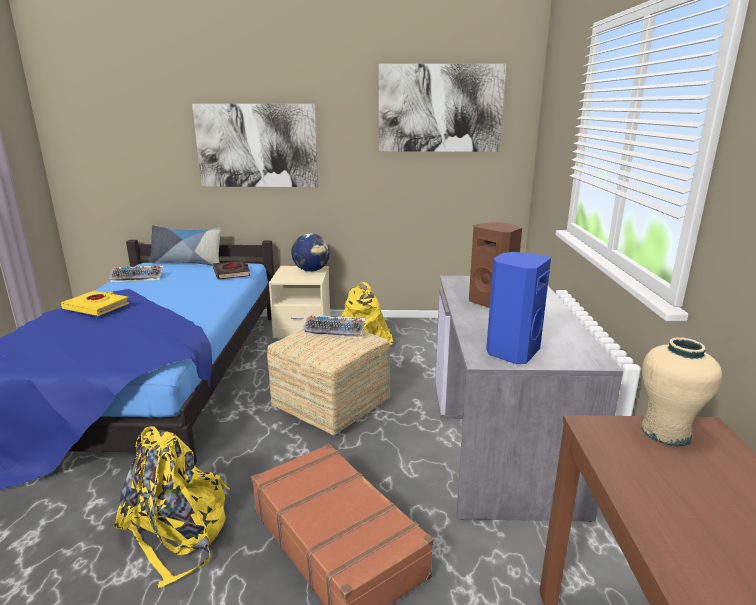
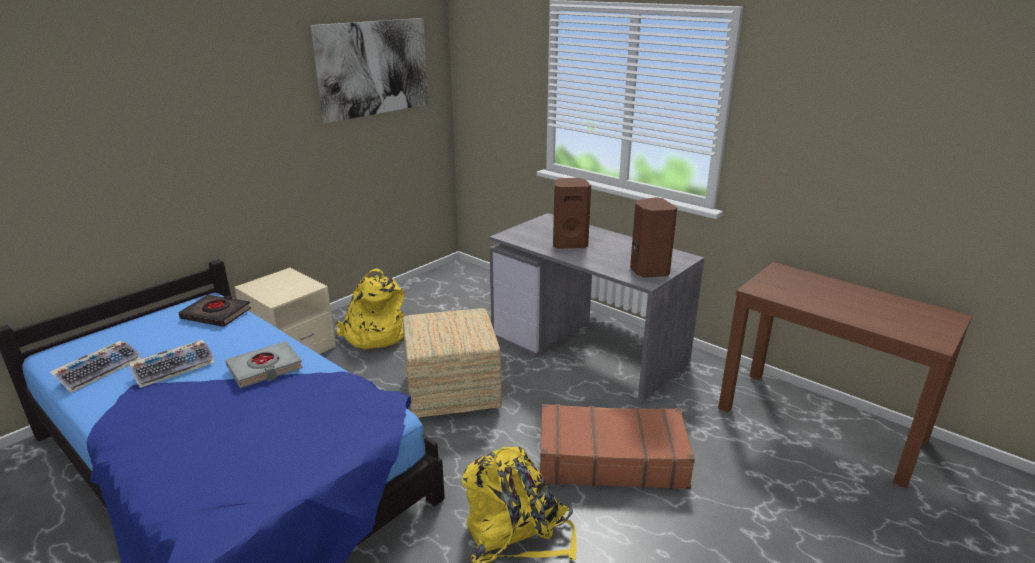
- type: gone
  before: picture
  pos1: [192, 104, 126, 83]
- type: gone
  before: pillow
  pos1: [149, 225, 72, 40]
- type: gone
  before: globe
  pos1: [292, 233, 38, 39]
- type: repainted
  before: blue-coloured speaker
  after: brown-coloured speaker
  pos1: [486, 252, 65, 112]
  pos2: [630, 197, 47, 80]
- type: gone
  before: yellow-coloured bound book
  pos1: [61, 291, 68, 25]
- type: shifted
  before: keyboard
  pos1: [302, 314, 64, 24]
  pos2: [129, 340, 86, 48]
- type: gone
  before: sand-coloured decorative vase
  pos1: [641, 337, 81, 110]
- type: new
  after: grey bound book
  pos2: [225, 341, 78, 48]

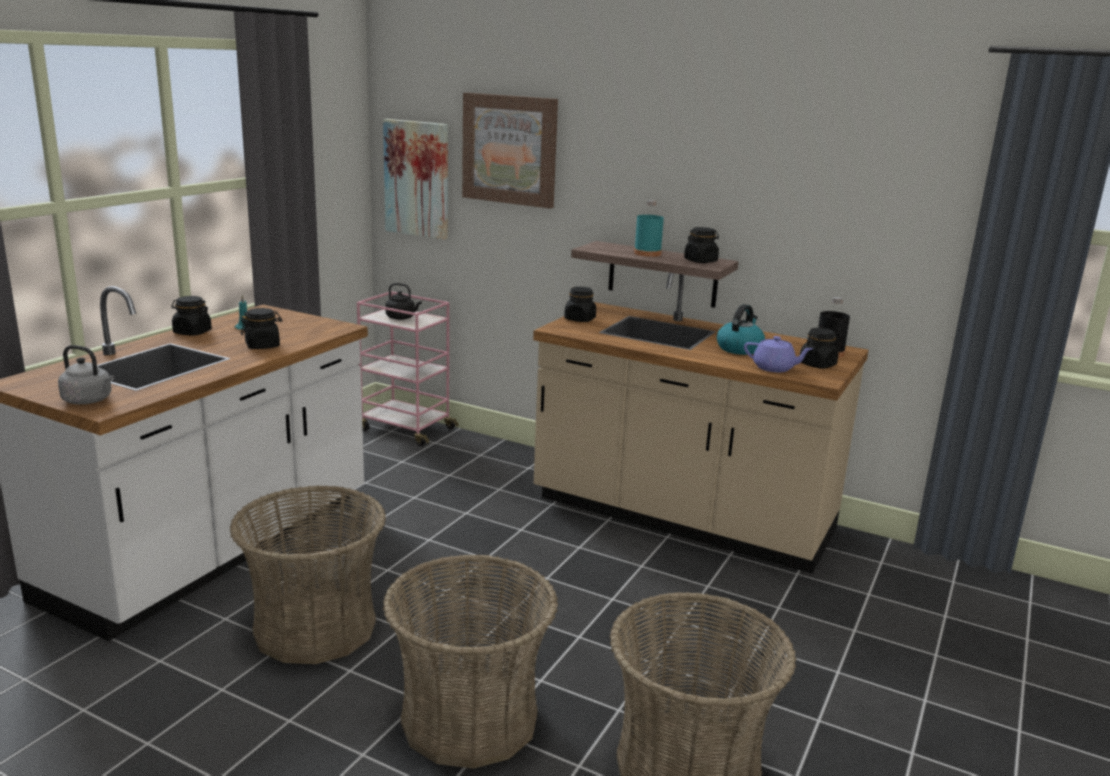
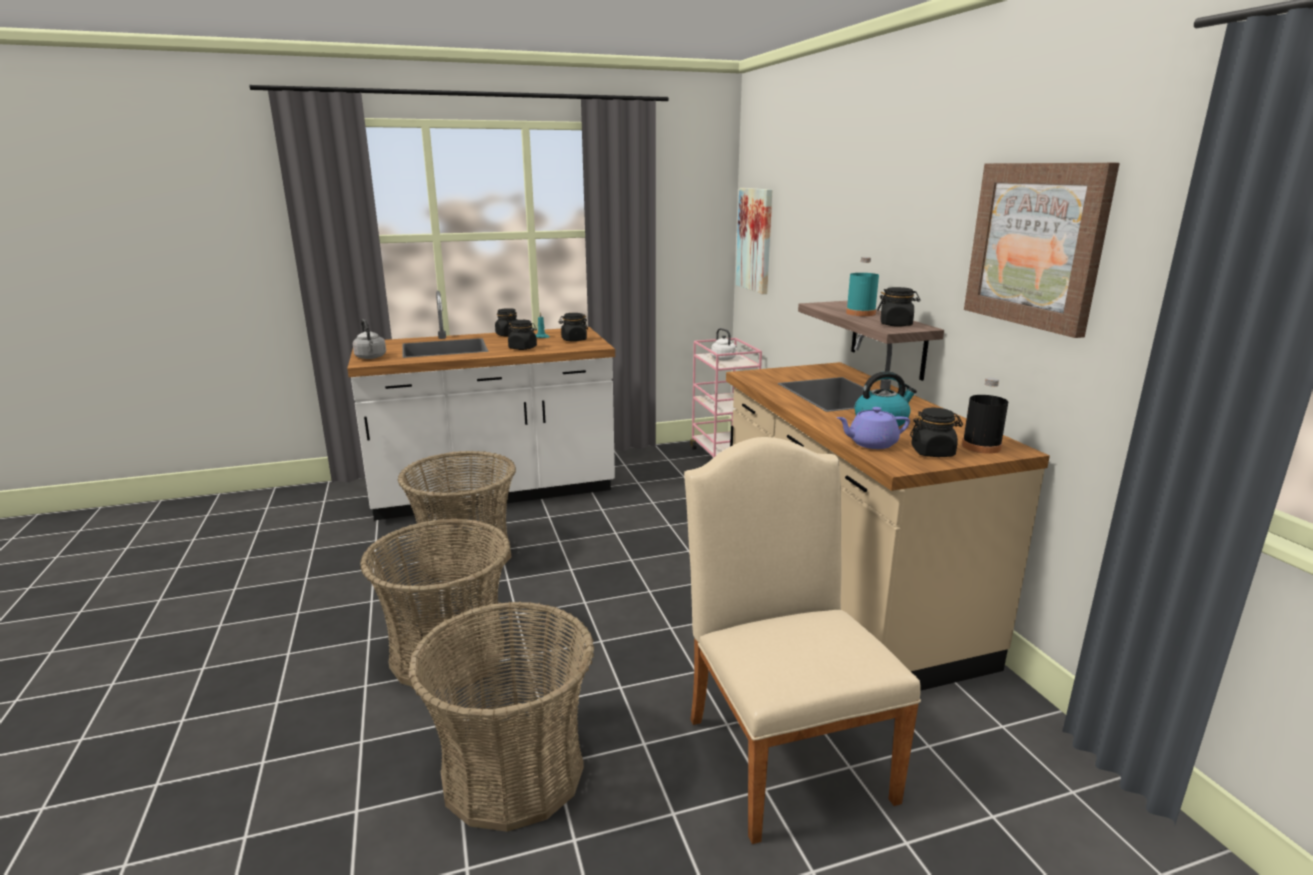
- type: shifted
  before: picture
  pos1: [462, 93, 96, 116]
  pos2: [964, 163, 156, 175]
- type: repainted
  before: black tea kettle
  after: white-coloured tea kettle
  pos1: [385, 283, 37, 37]
  pos2: [711, 328, 26, 32]
- type: shifted
  before: black jar
  pos1: [564, 287, 32, 35]
  pos2: [559, 313, 29, 29]
- type: rotated
  before: purplish teapot
  pos1: [744, 336, 69, 36]
  pos2: [836, 407, 74, 42]
  turn: 105
- type: new
  after: sand-coloured chair
  pos2: [684, 437, 237, 407]

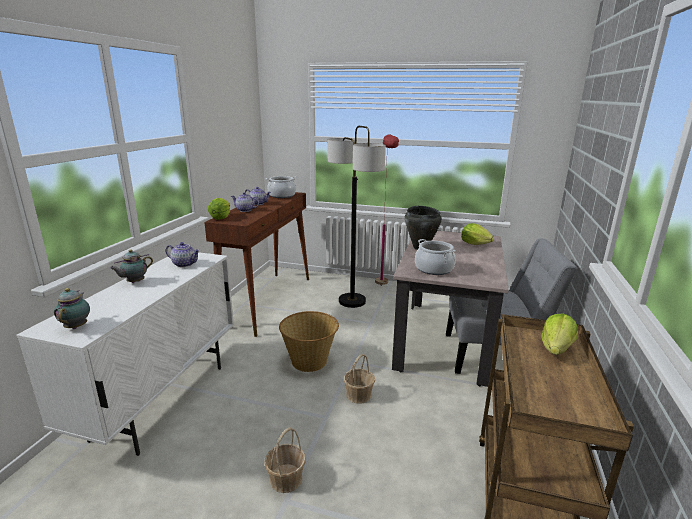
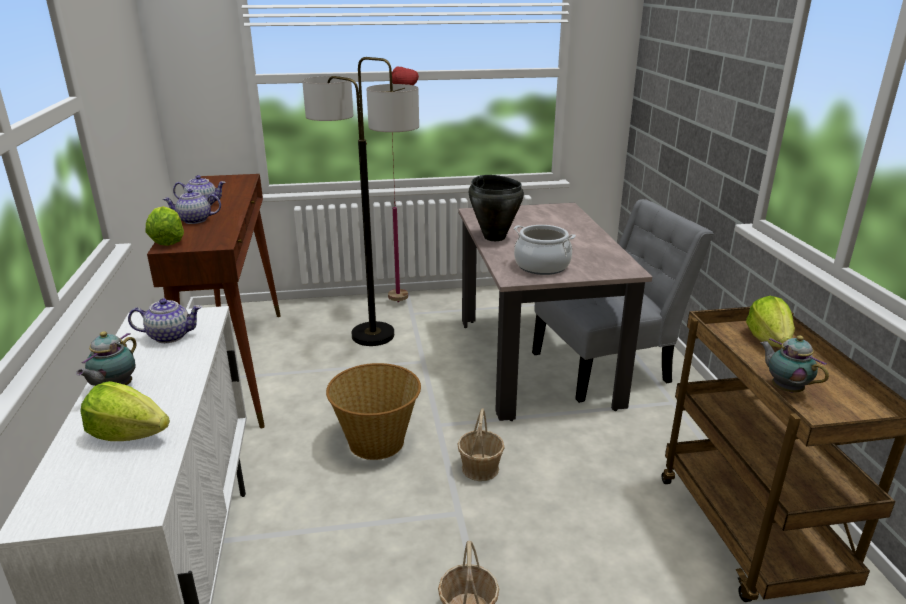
- type: gone
  before: stockpot
  pos1: [266, 176, 31, 22]
- type: shifted
  before: lettuce head
  pos1: [461, 223, 33, 22]
  pos2: [80, 381, 90, 60]
- type: shifted
  before: teapot
  pos1: [54, 288, 36, 41]
  pos2: [760, 335, 69, 58]

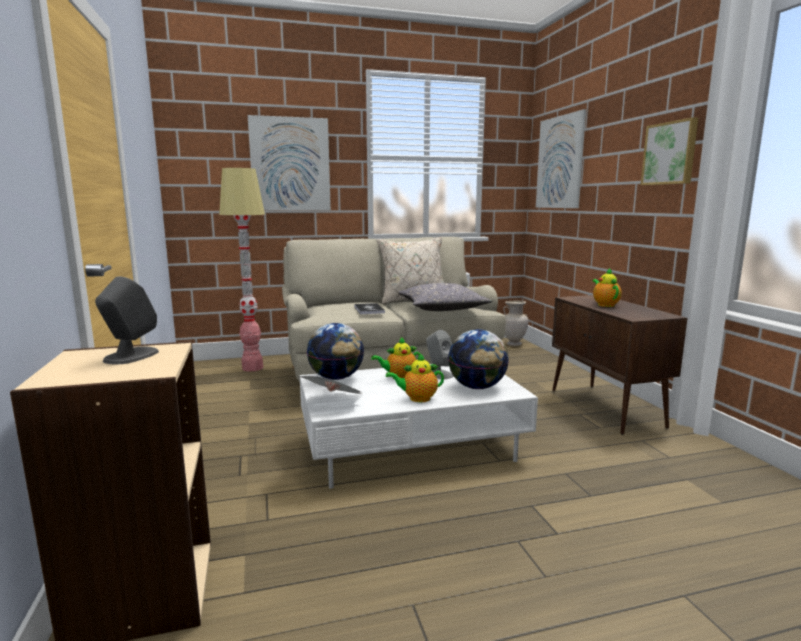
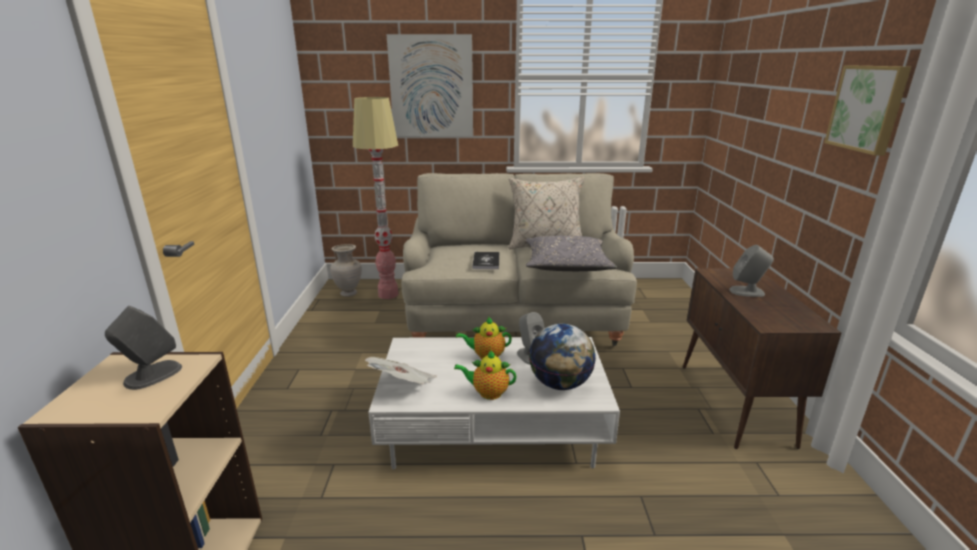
- type: gone
  before: picture
  pos1: [536, 109, 50, 99]
- type: swapped
  before: teapot
  after: grey speaker
  pos1: [593, 268, 29, 39]
  pos2: [729, 245, 45, 52]
- type: shifted
  before: sand-coloured decorative vase
  pos1: [503, 301, 26, 45]
  pos2: [330, 244, 32, 53]
- type: gone
  before: globe
  pos1: [307, 323, 57, 57]

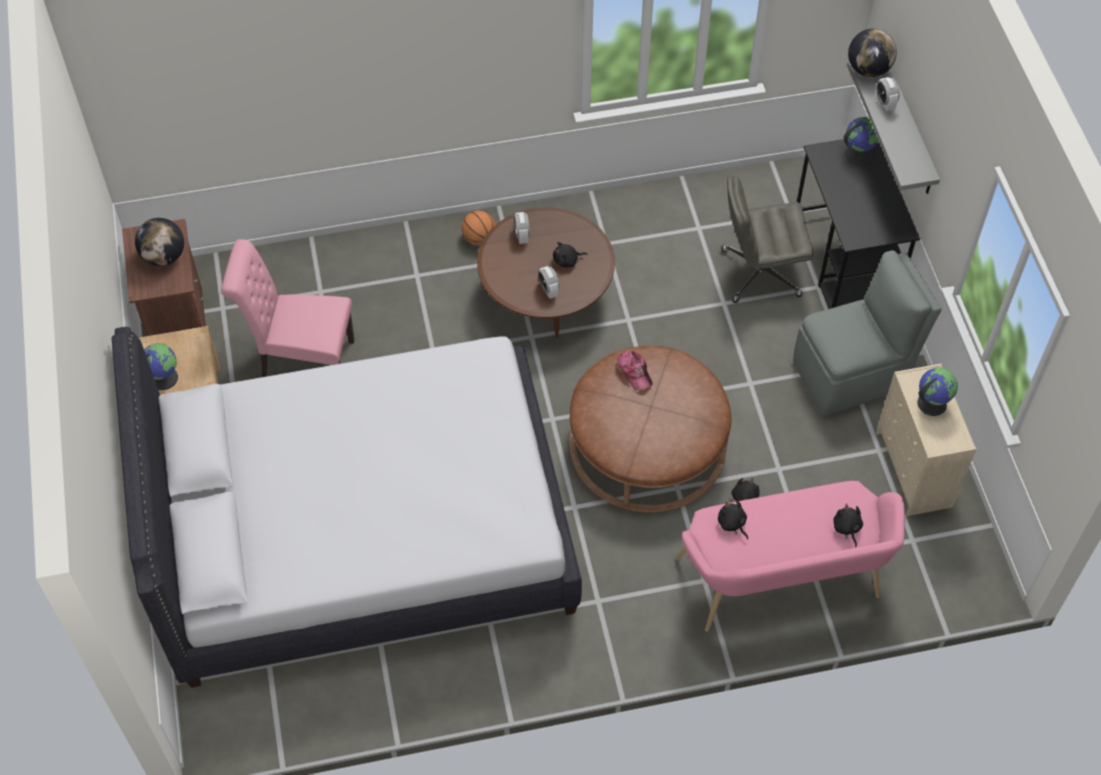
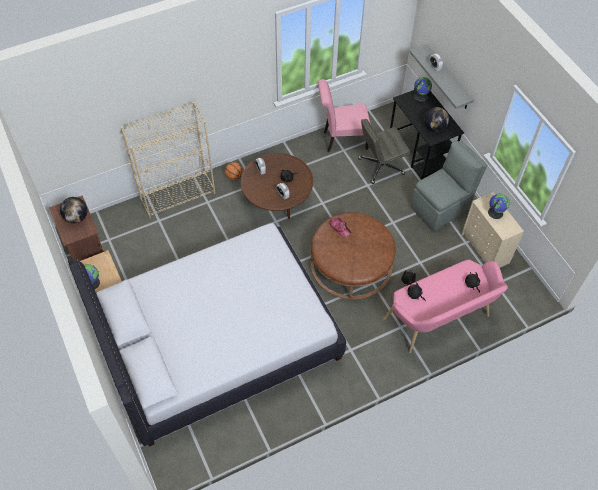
- type: shifted
  before: globe
  pos1: [848, 28, 49, 49]
  pos2: [424, 107, 25, 25]
- type: shifted
  before: pink chair
  pos1: [221, 239, 134, 138]
  pos2: [318, 79, 52, 73]
- type: new
  after: sand-coloured bookshelf
  pos2: [121, 102, 94, 116]

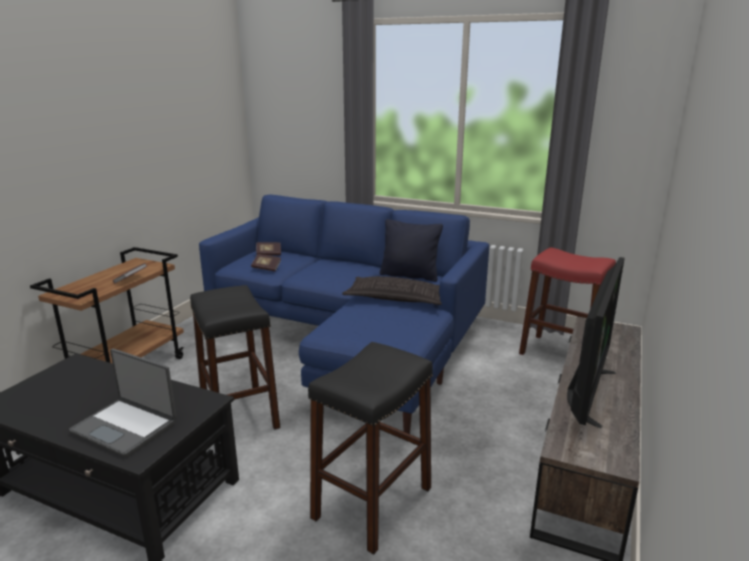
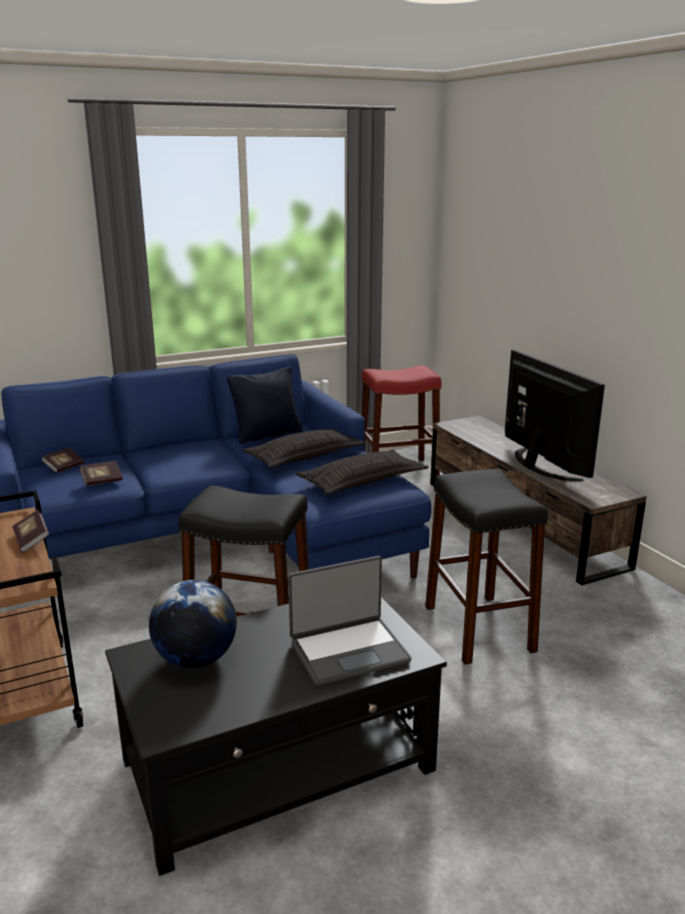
- type: new
  after: pillow
  pos2: [296, 449, 132, 46]
- type: new
  after: globe
  pos2: [149, 580, 88, 88]

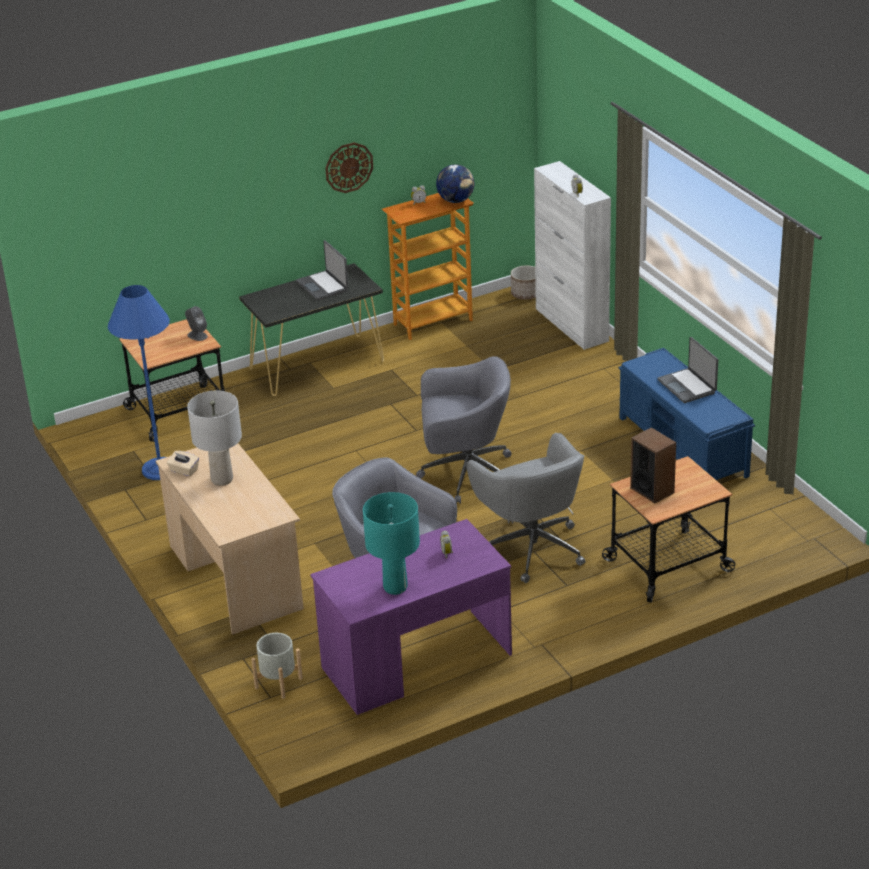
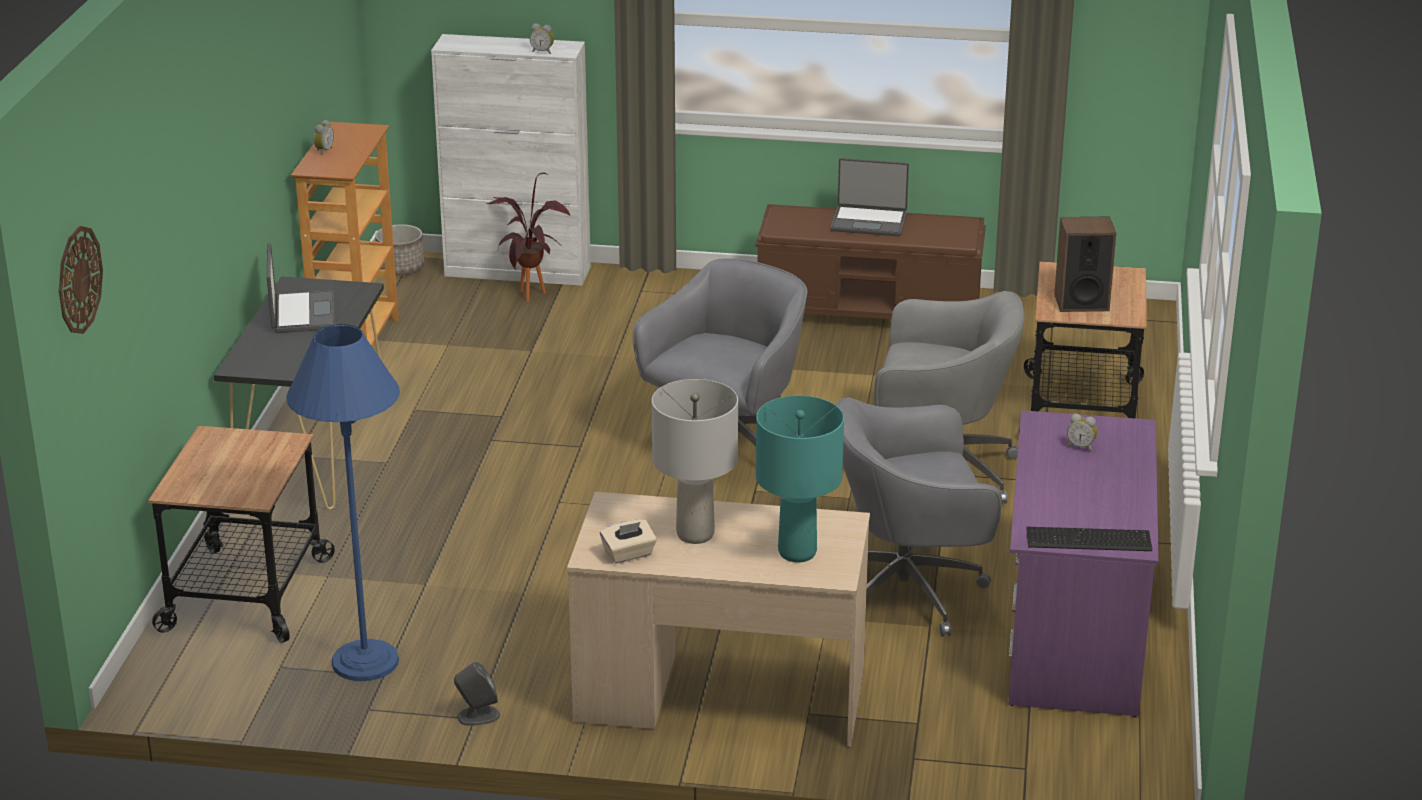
- type: shifted
  before: clock on the wall
  pos1: [325, 142, 48, 51]
  pos2: [59, 226, 44, 108]
- type: gone
  before: globe
  pos1: [436, 164, 38, 39]
- type: rotated
  before: portable computer
  pos1: [296, 240, 53, 61]
  pos2: [267, 243, 68, 90]
  turn: -105
- type: shifted
  before: grey speaker
  pos1: [185, 306, 23, 35]
  pos2: [454, 661, 46, 65]
- type: repainted
  before: blue-coloured indoor bench
  after: brown-coloured indoor bench
  pos1: [619, 348, 136, 132]
  pos2: [755, 204, 231, 115]
- type: shifted
  before: blue-green lamp for a table
  pos1: [363, 492, 57, 103]
  pos2: [756, 396, 88, 166]
- type: gone
  before: grey flower pot
  pos1: [251, 633, 52, 66]
- type: new
  after: plant in a pot
  pos2: [486, 172, 84, 129]
- type: new
  after: keyboard
  pos2: [1026, 527, 126, 24]

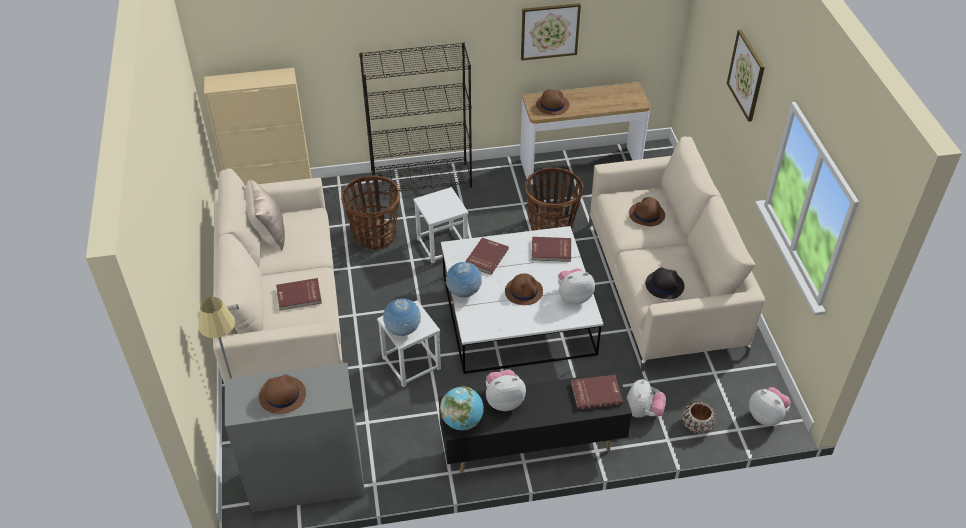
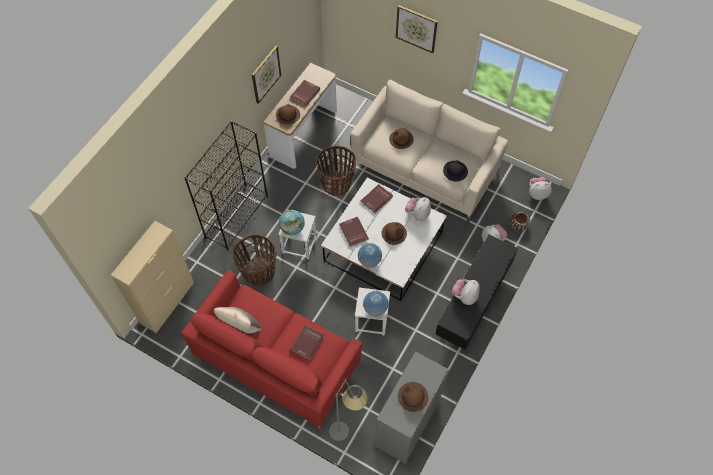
- type: repainted
  before: sand-coloured couch
  after: red-coloured couch
  pos1: [213, 169, 130, 216]
  pos2: [182, 270, 180, 161]
- type: shifted
  before: red-coloured bound book
  pos1: [571, 375, 52, 35]
  pos2: [290, 80, 30, 26]
- type: shifted
  before: globe
  pos1: [440, 386, 44, 44]
  pos2: [279, 210, 26, 25]

